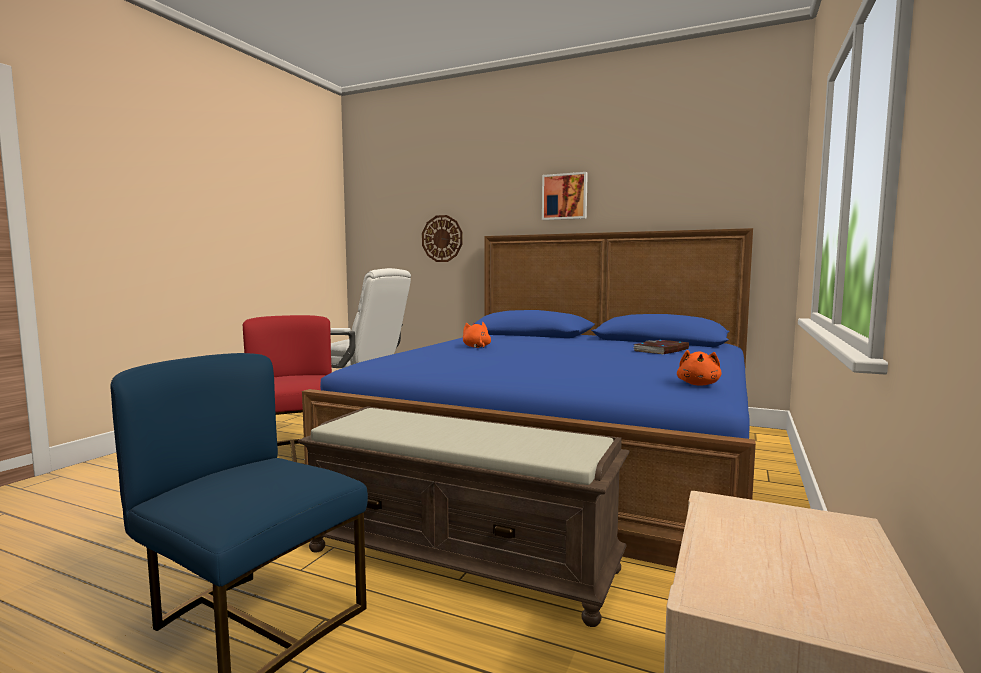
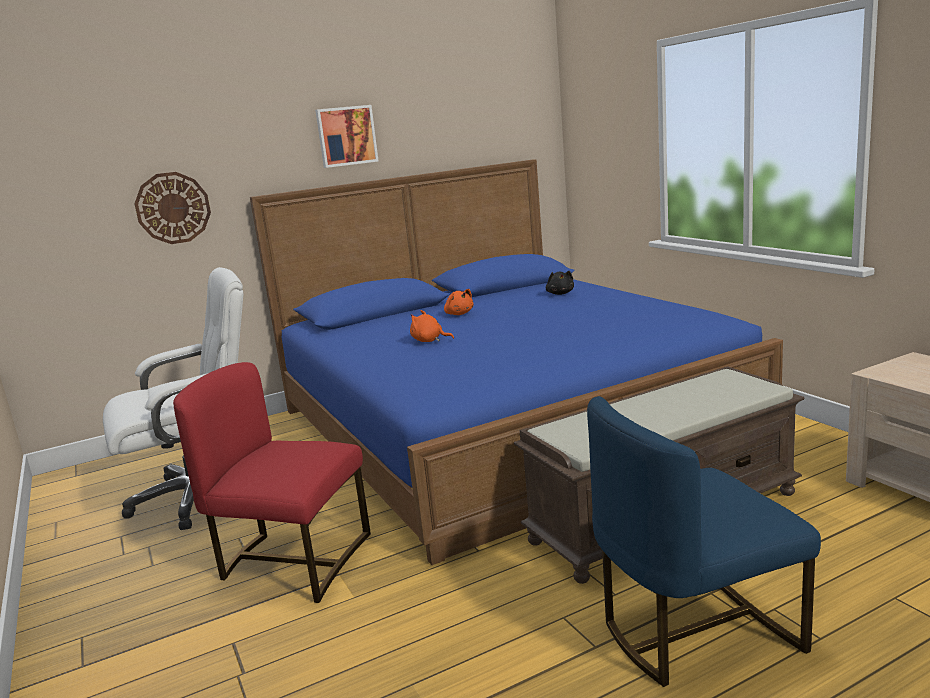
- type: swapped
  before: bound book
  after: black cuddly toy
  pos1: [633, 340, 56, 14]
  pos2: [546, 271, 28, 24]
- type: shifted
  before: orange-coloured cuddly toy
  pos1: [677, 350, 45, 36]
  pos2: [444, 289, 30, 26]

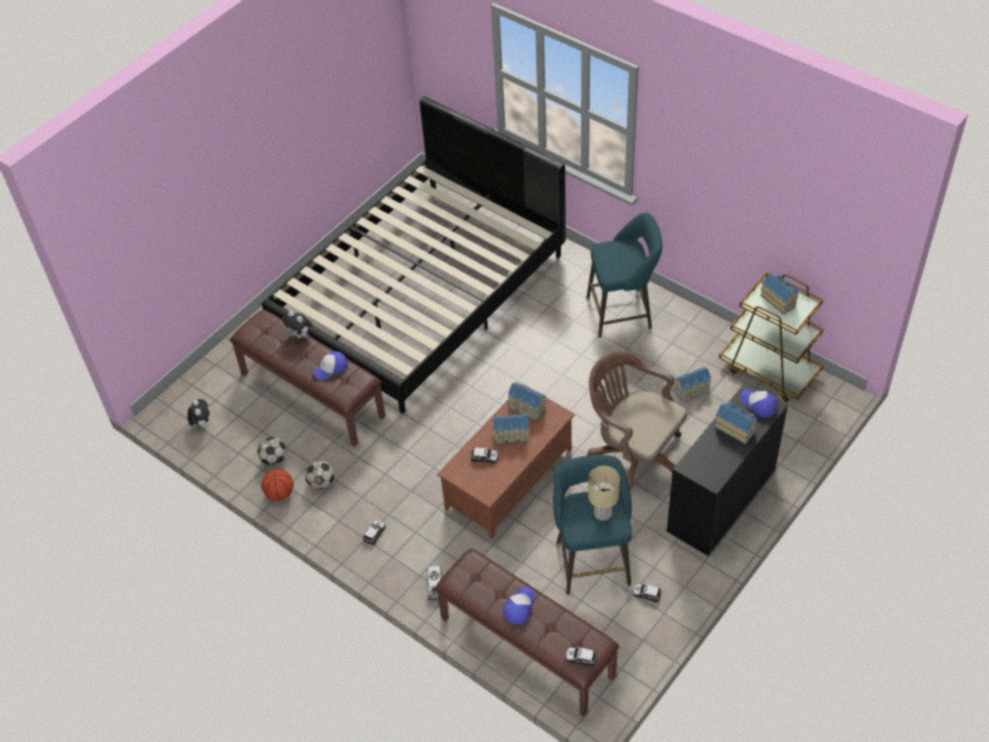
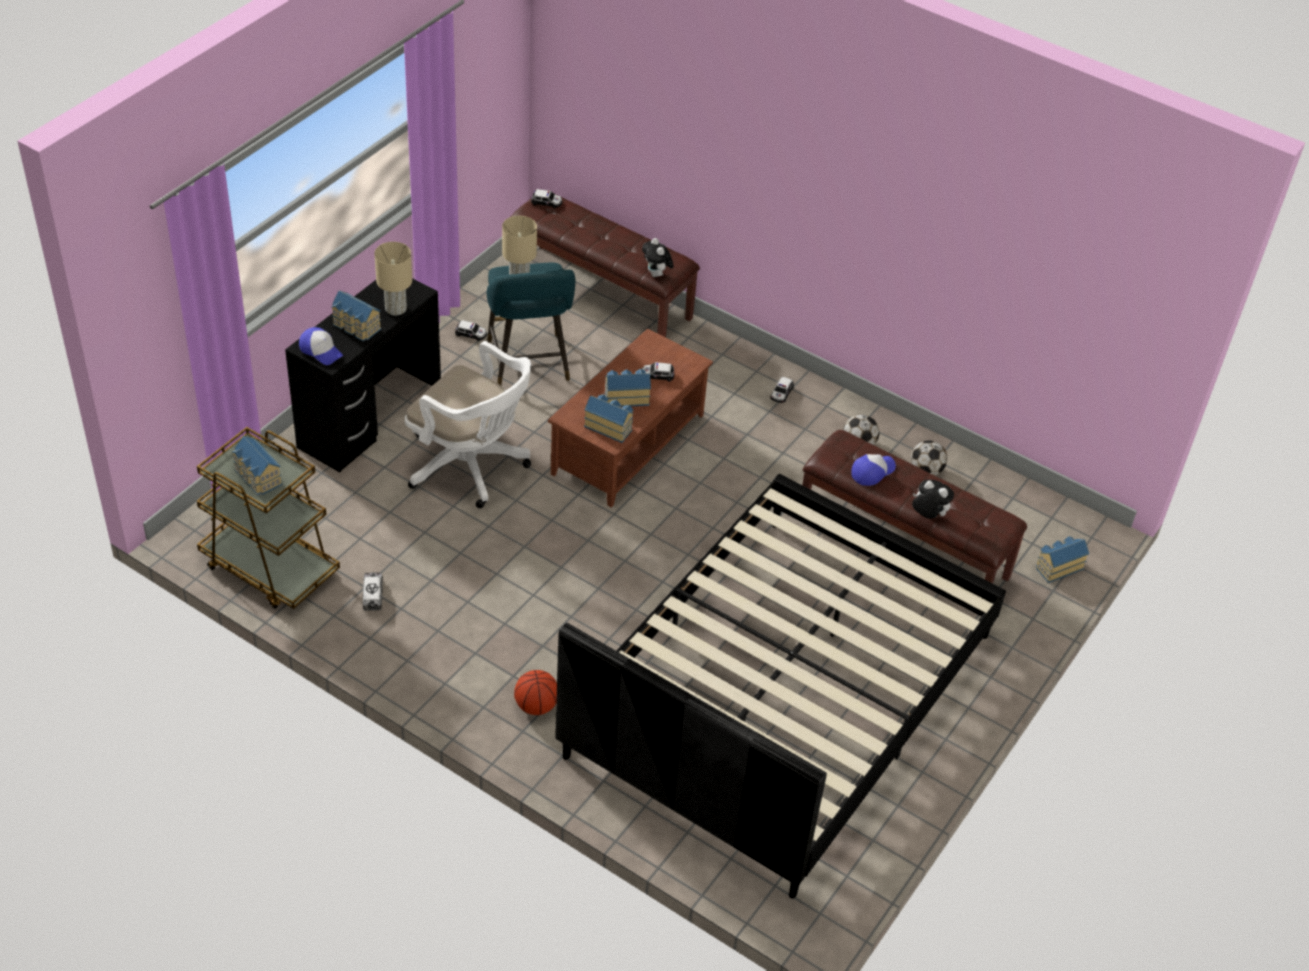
- type: gone
  before: blue-green stool
  pos1: [587, 213, 75, 125]
- type: repainted
  before: brown-coloured desk chair
  after: white-coloured desk chair
  pos1: [587, 351, 100, 138]
  pos2: [405, 341, 126, 167]
- type: shifted
  before: miniature house
  pos1: [674, 367, 37, 35]
  pos2: [1036, 536, 53, 47]
- type: shifted
  before: cuddly toy
  pos1: [187, 399, 23, 29]
  pos2: [642, 238, 32, 39]
- type: shifted
  before: ball for basketball
  pos1: [261, 469, 33, 32]
  pos2: [514, 670, 43, 45]
- type: shifted
  before: model truck
  pos1: [427, 566, 15, 35]
  pos2: [363, 573, 20, 38]
- type: gone
  before: baseball cap
  pos1: [503, 587, 32, 38]
- type: new
  after: sand-coloured lamp for a table
  pos2: [374, 242, 38, 74]

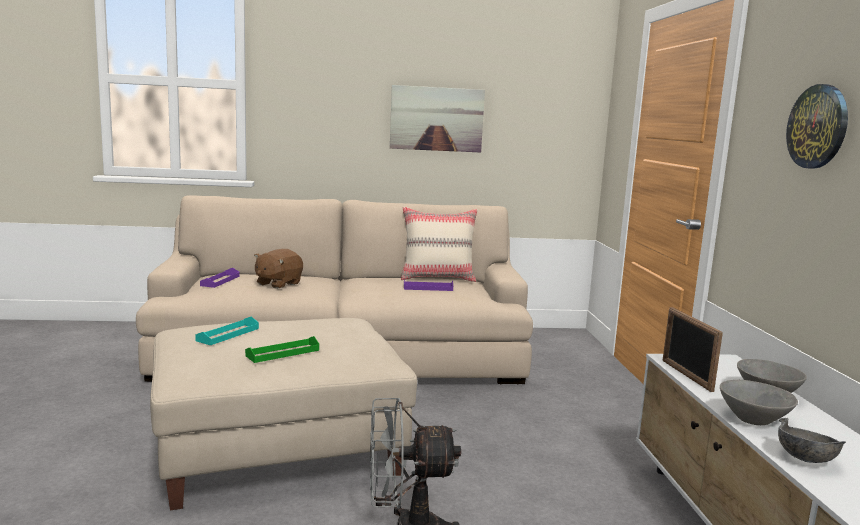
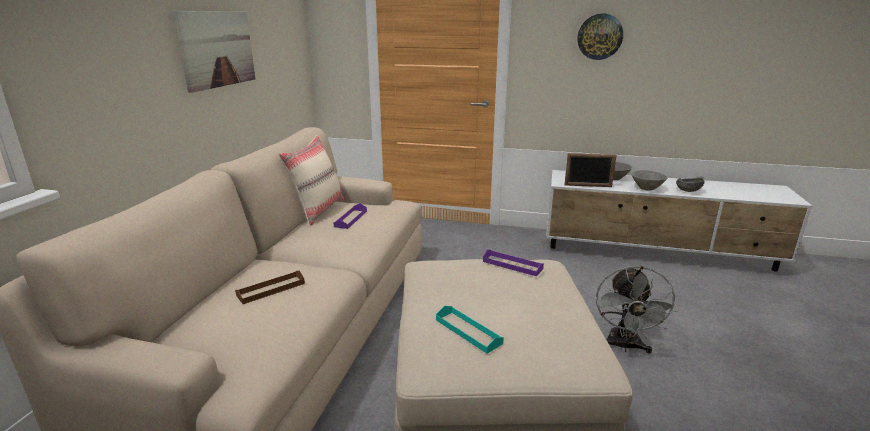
- type: swapped
  before: brown-coloured cuddly toy
  after: brown-coloured carrying tray
  pos1: [254, 249, 49, 40]
  pos2: [235, 271, 70, 33]
- type: shifted
  before: purplish carrying tray
  pos1: [200, 268, 40, 20]
  pos2: [483, 250, 61, 27]
- type: gone
  before: green carrying tray
  pos1: [245, 336, 74, 27]

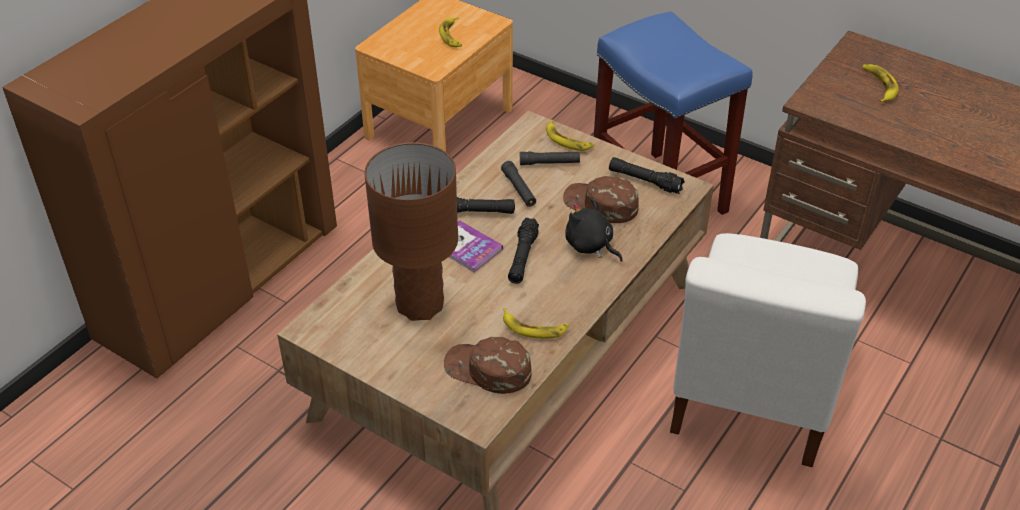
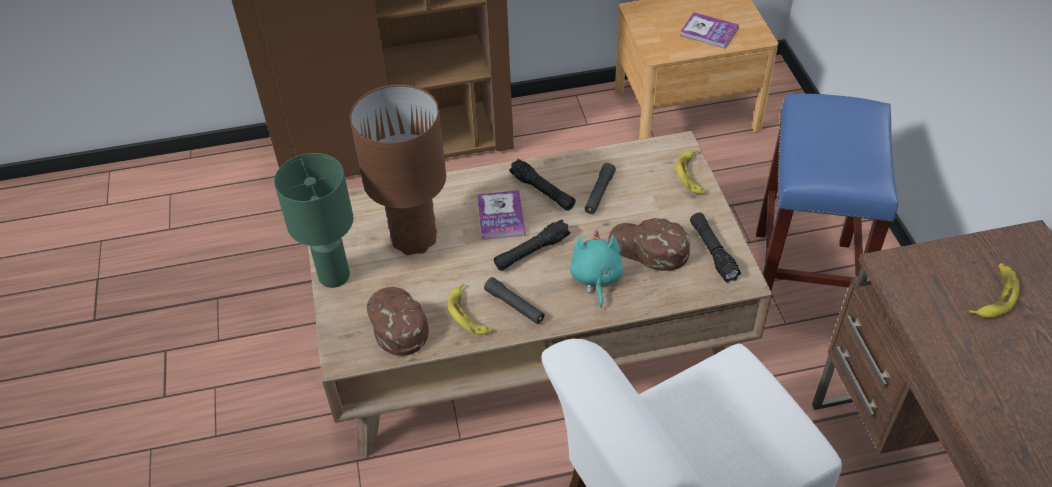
- type: swapped
  before: banana
  after: bound book
  pos1: [439, 17, 23, 30]
  pos2: [680, 12, 59, 37]
- type: shifted
  before: black hand torch
  pos1: [520, 152, 60, 13]
  pos2: [484, 277, 61, 47]
- type: rotated
  before: brown-coloured baseball cap
  pos1: [563, 176, 76, 47]
  pos2: [608, 218, 82, 53]
  turn: -45
- type: repainted
  before: black cuddly toy
  after: blue-green cuddly toy
  pos1: [565, 199, 58, 63]
  pos2: [570, 230, 53, 78]
- type: new
  after: green lamp for a table
  pos2: [274, 153, 79, 135]

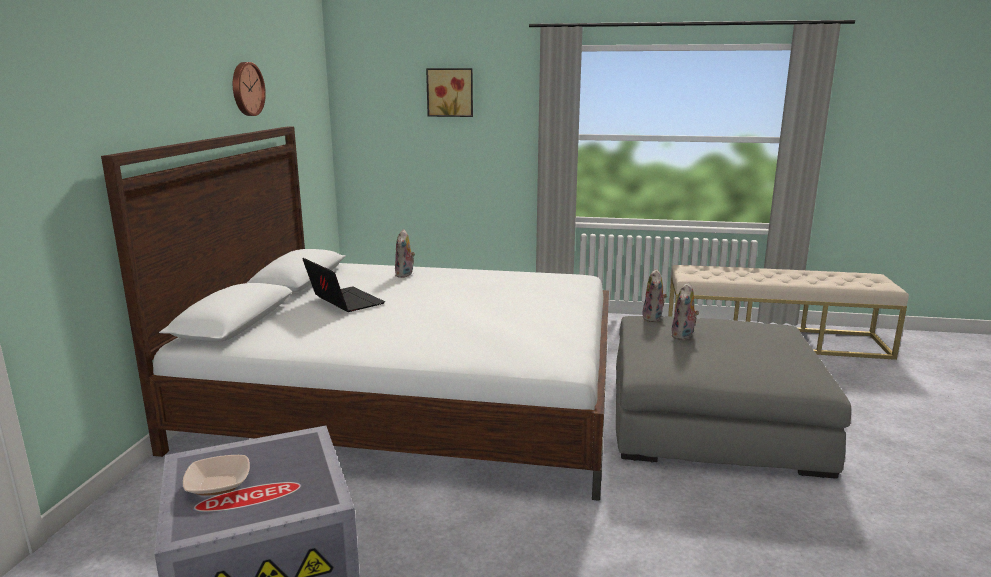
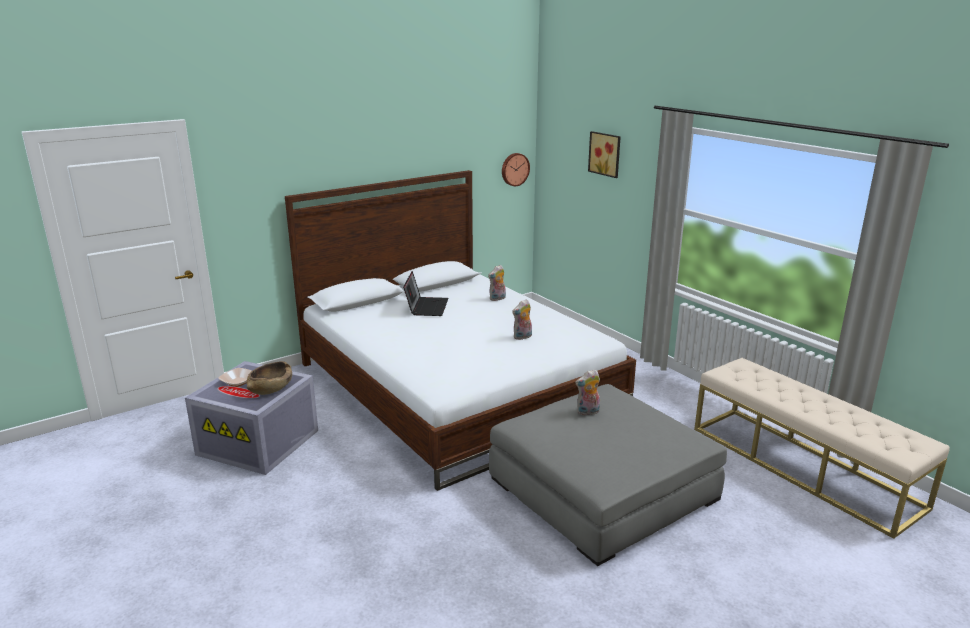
- type: shifted
  before: clock on the wall
  pos1: [233, 62, 33, 54]
  pos2: [502, 153, 28, 33]
- type: shifted
  before: cuddly toy
  pos1: [642, 268, 25, 54]
  pos2: [512, 299, 20, 41]
- type: new
  after: brown-coloured deep dish
  pos2: [247, 361, 45, 34]

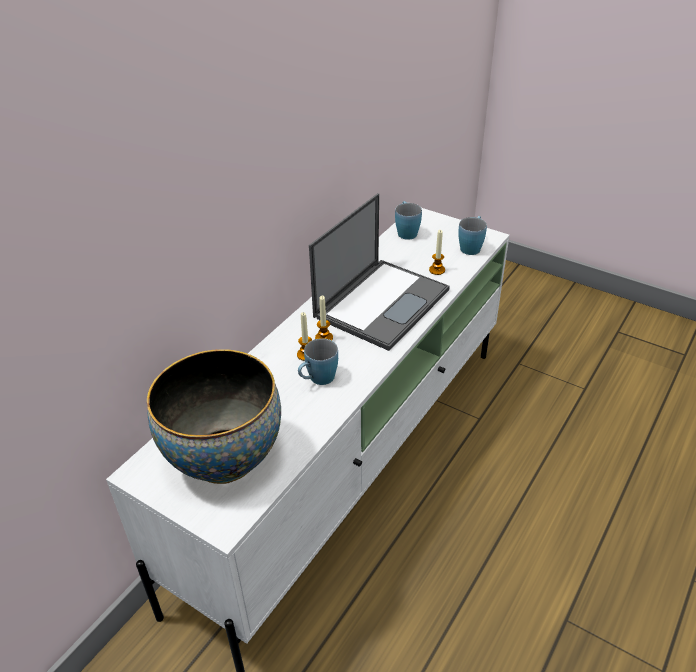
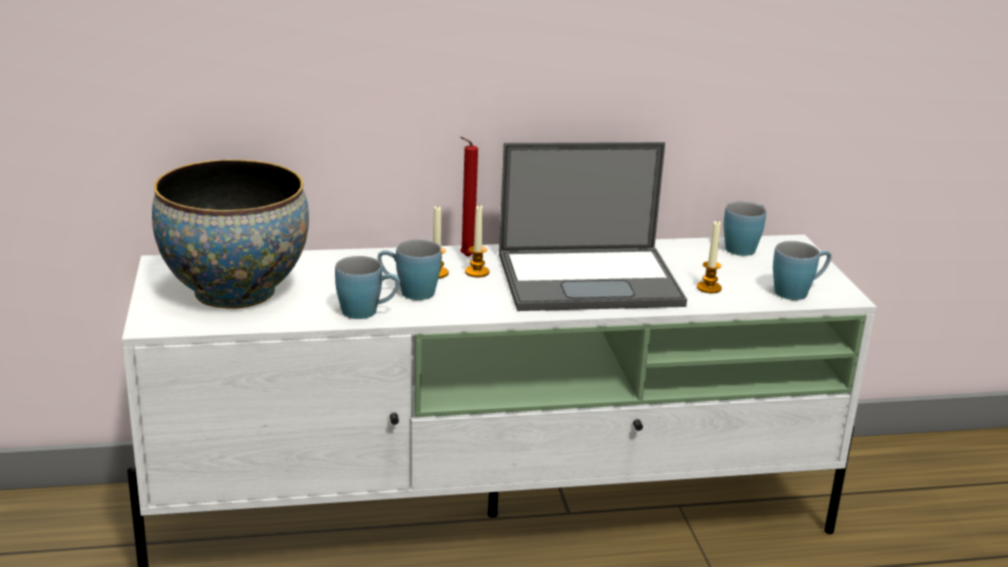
- type: new
  after: red-coloured wax light
  pos2: [460, 137, 18, 120]
- type: new
  after: blue-coloured tea mug
  pos2: [335, 256, 65, 63]

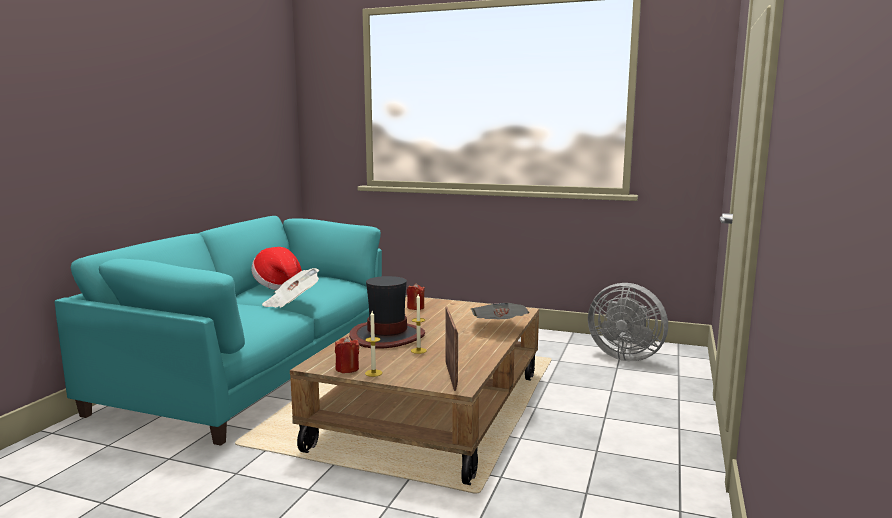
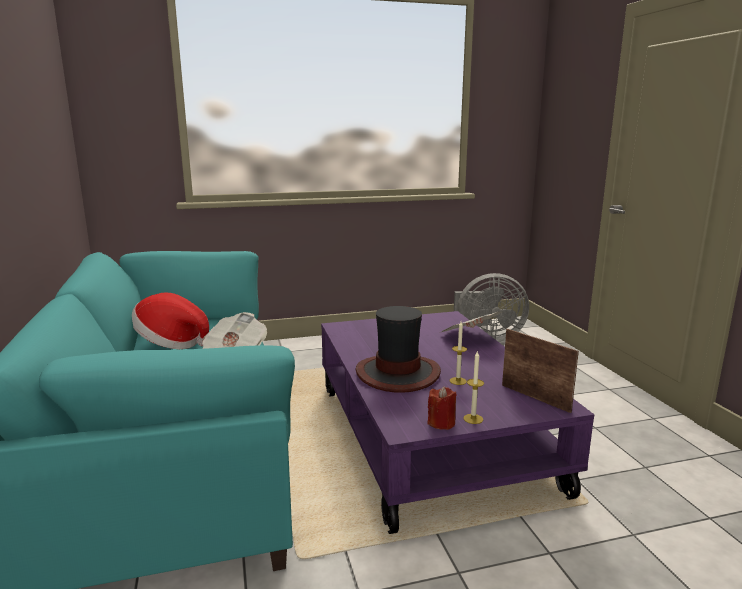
- type: gone
  before: red-coloured wax light
  pos1: [407, 283, 18, 27]
- type: repainted
  before: brown-coloured low table
  after: purplish low table
  pos1: [290, 297, 249, 188]
  pos2: [321, 311, 273, 223]

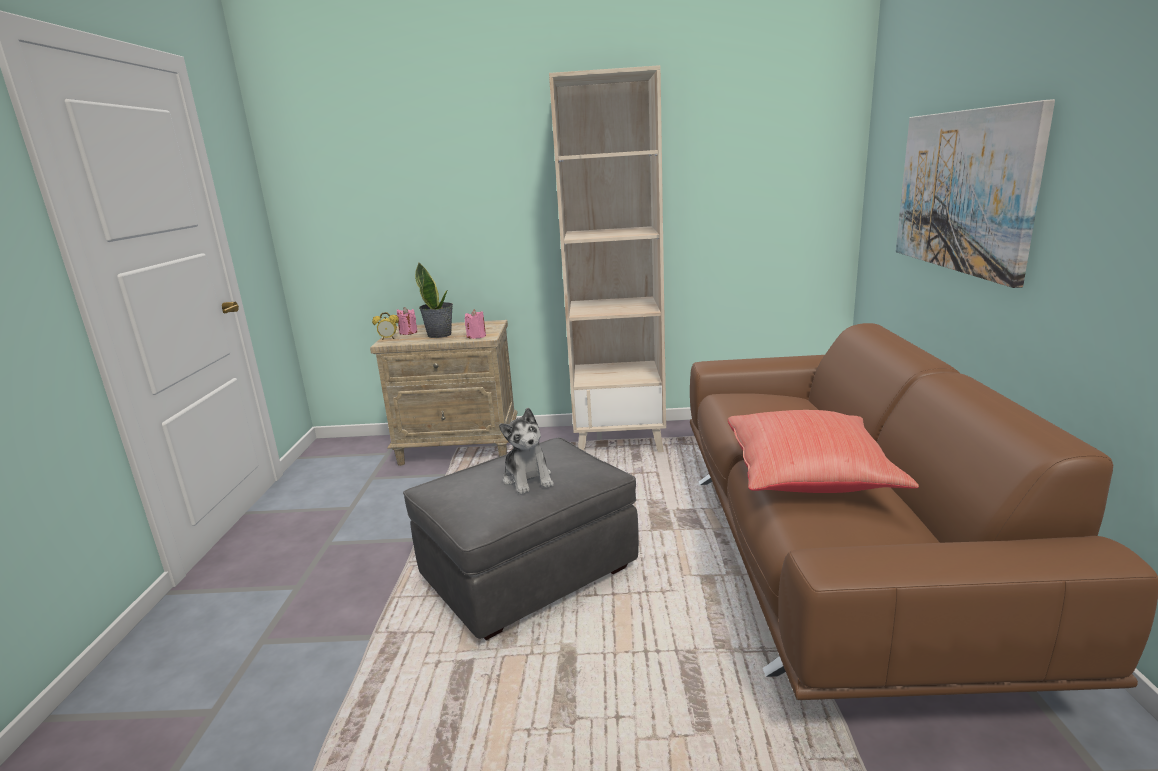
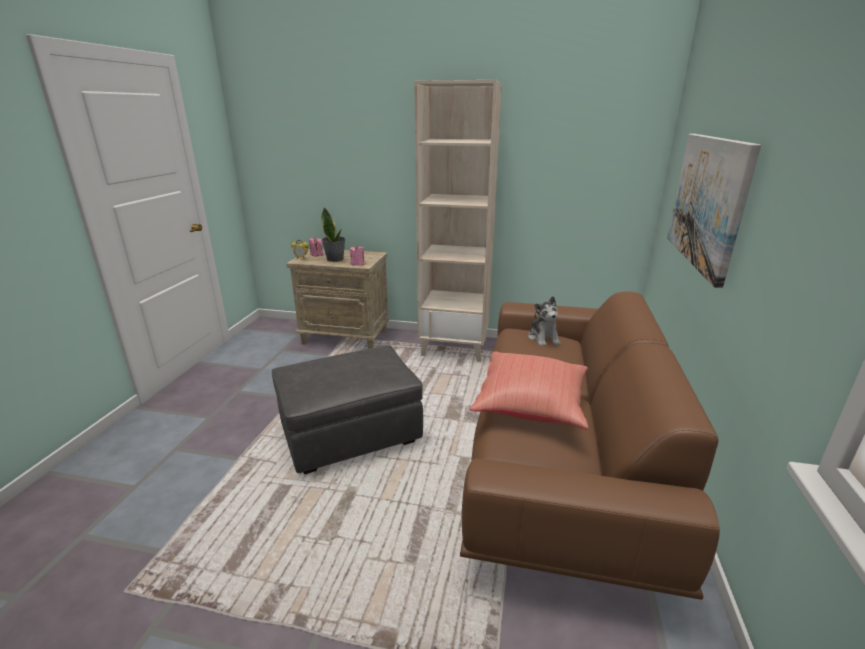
- type: shifted
  before: cuddly toy
  pos1: [499, 408, 55, 86]
  pos2: [528, 296, 32, 50]

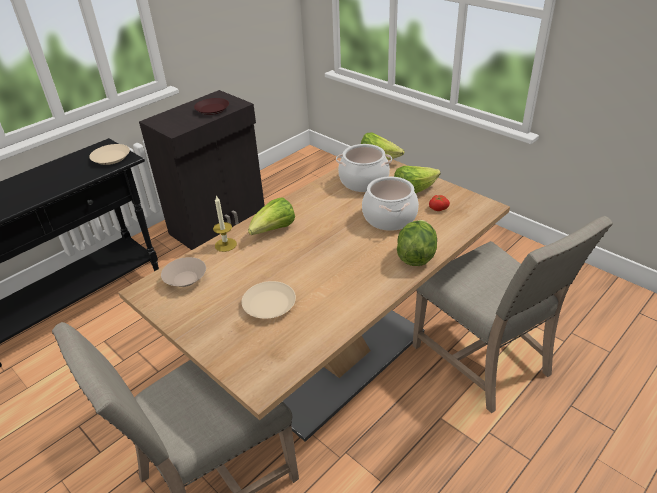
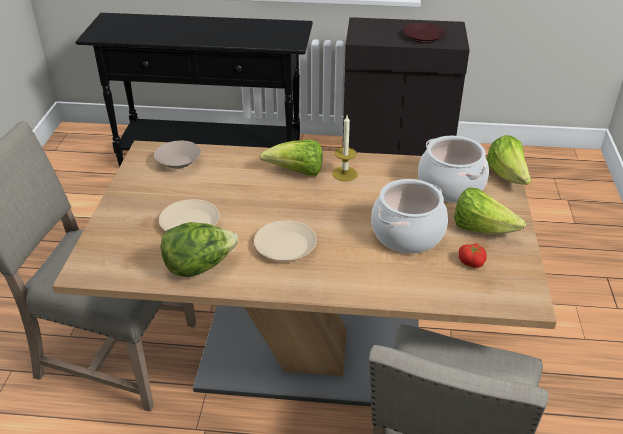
- type: shifted
  before: sand-coloured flat dish
  pos1: [89, 144, 41, 21]
  pos2: [254, 220, 63, 41]
- type: shifted
  before: wax light
  pos1: [213, 195, 24, 57]
  pos2: [332, 115, 26, 66]
- type: shifted
  before: lettuce head
  pos1: [397, 220, 40, 46]
  pos2: [160, 222, 78, 55]

